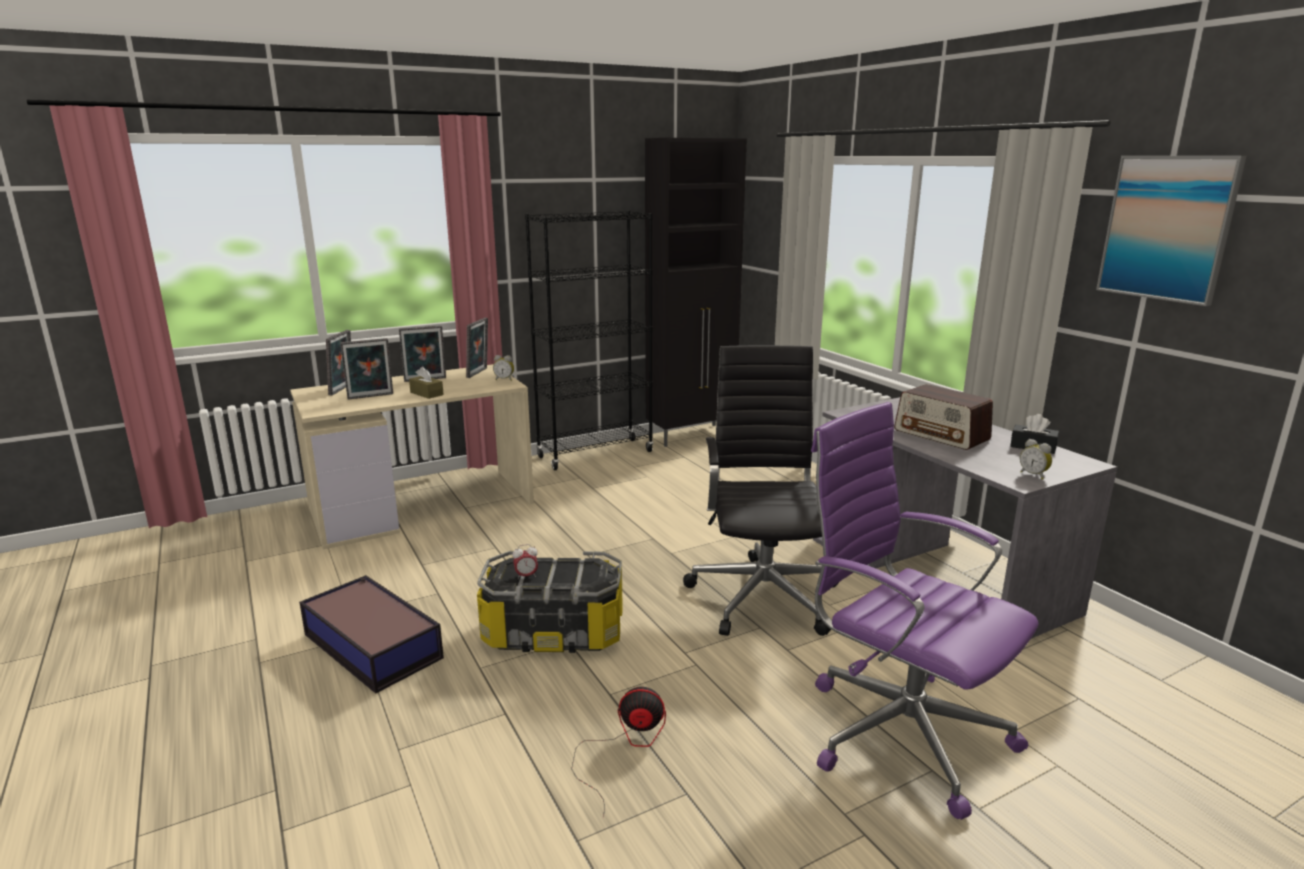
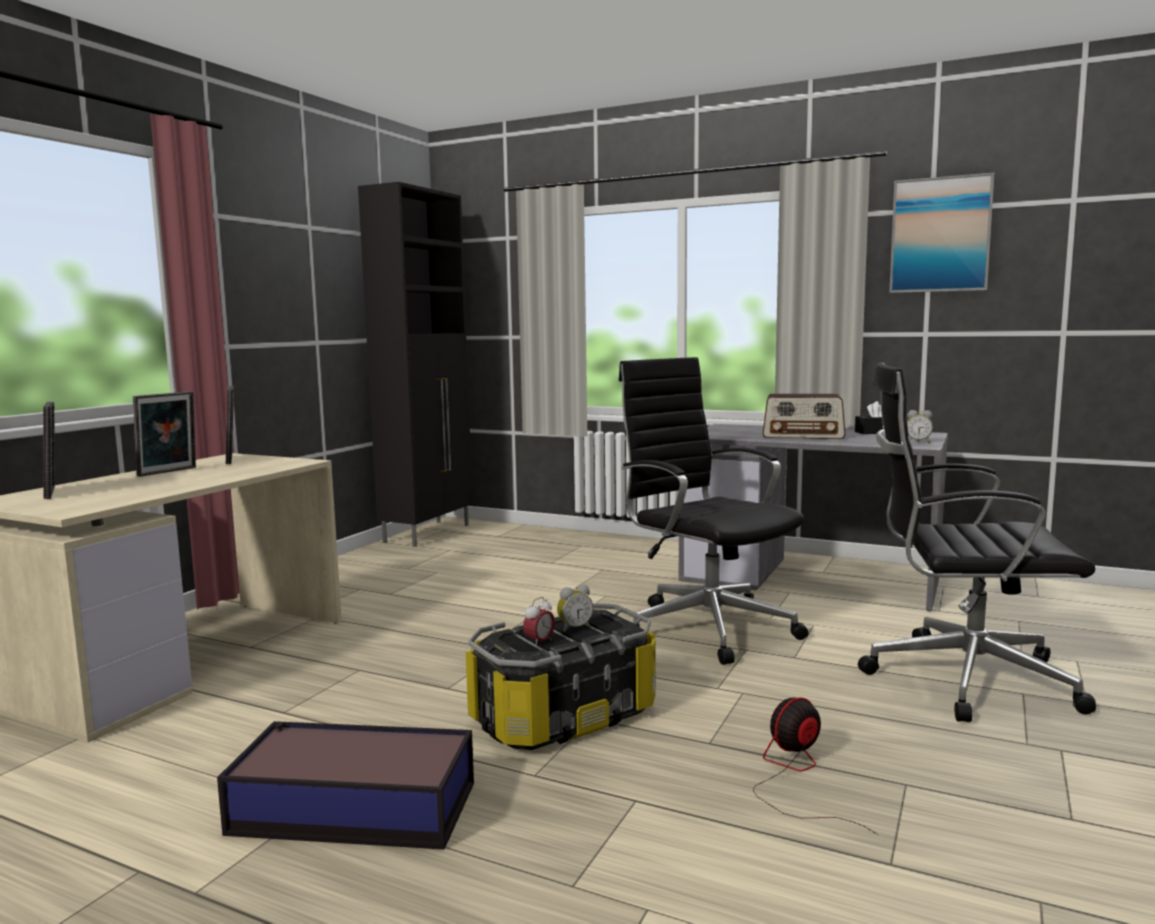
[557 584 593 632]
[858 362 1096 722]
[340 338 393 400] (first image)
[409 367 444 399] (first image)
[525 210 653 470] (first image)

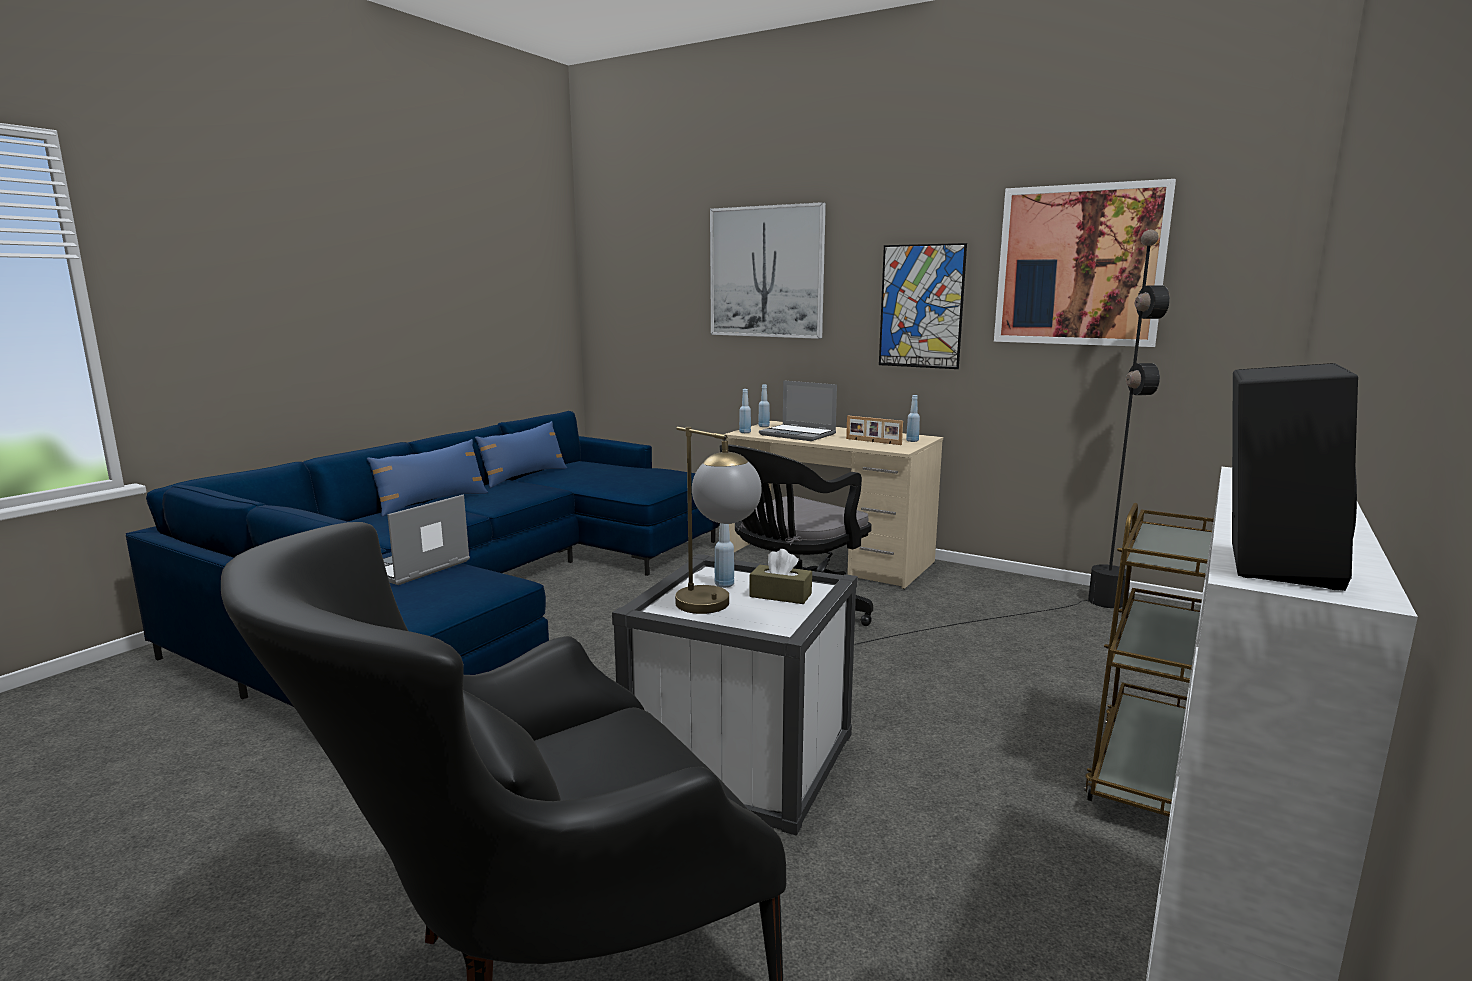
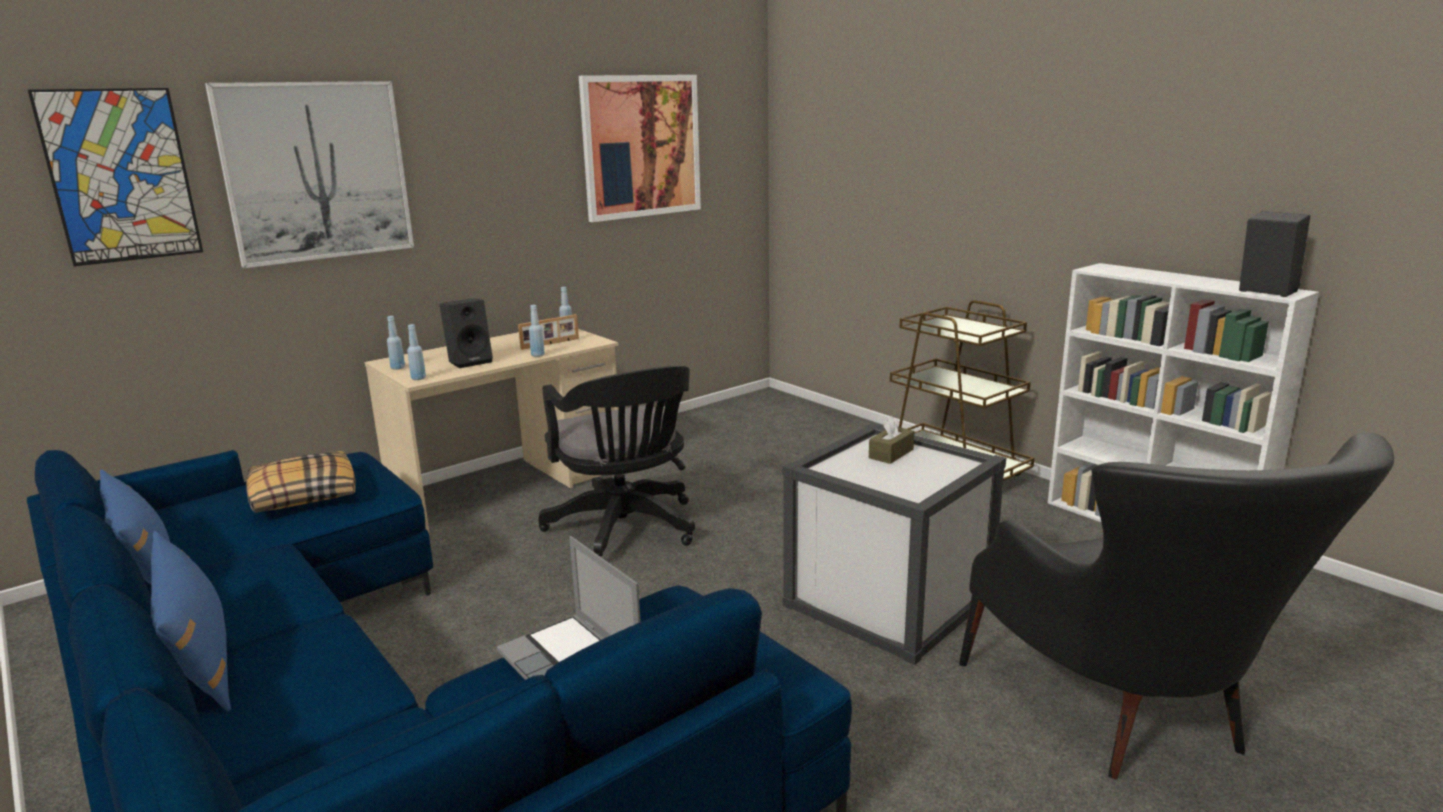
[28 88 203 266]
[246 451 356 513]
[439 299 493 368]
[529 305 545 357]
[675 427 762 614] (first image)
[854 230 1170 645] (first image)

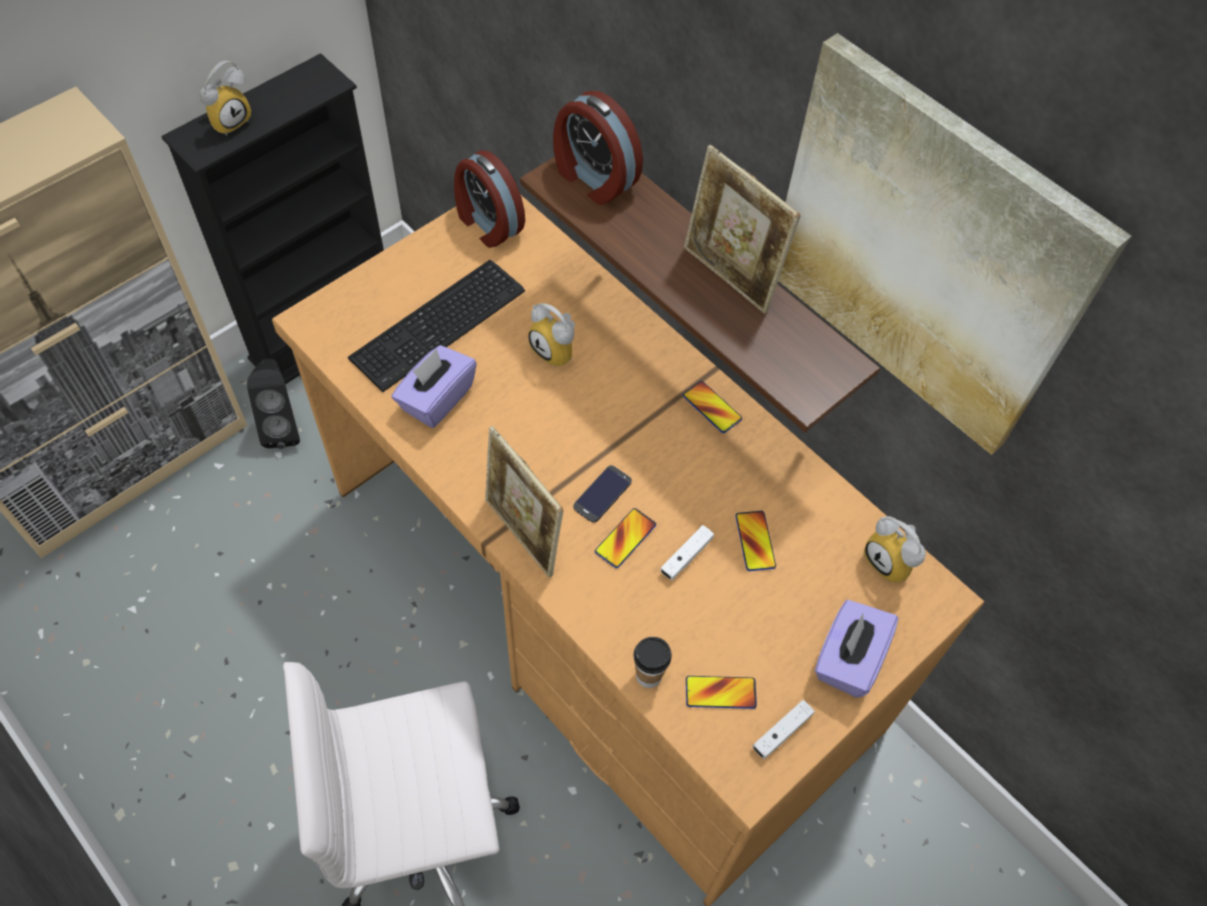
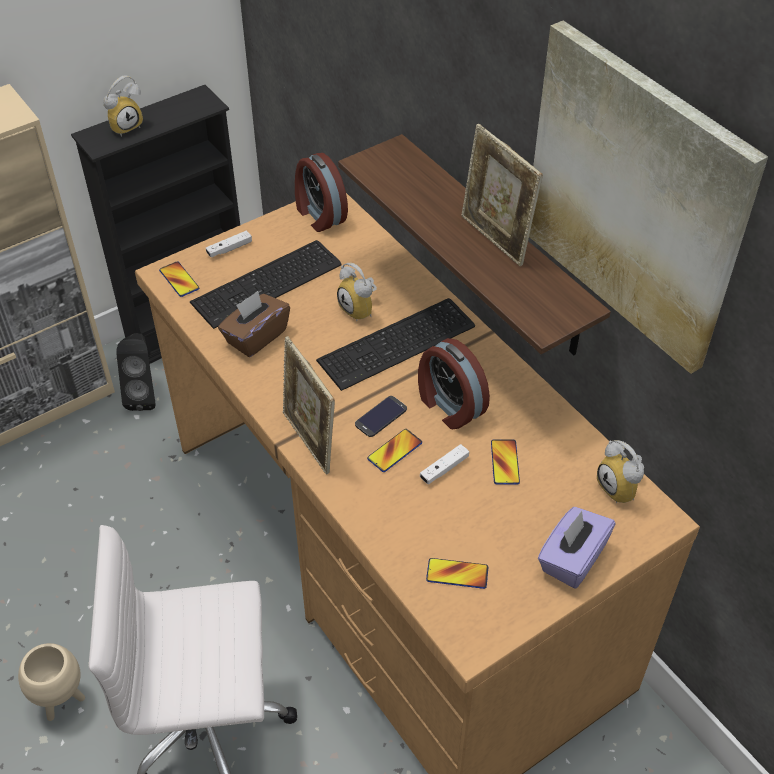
[18 643 85 721]
[159 261 199 297]
[206 231 252 257]
[218 291 290 357]
[316 298 475 391]
[418 338 490 430]
[634 637 672 688] (first image)

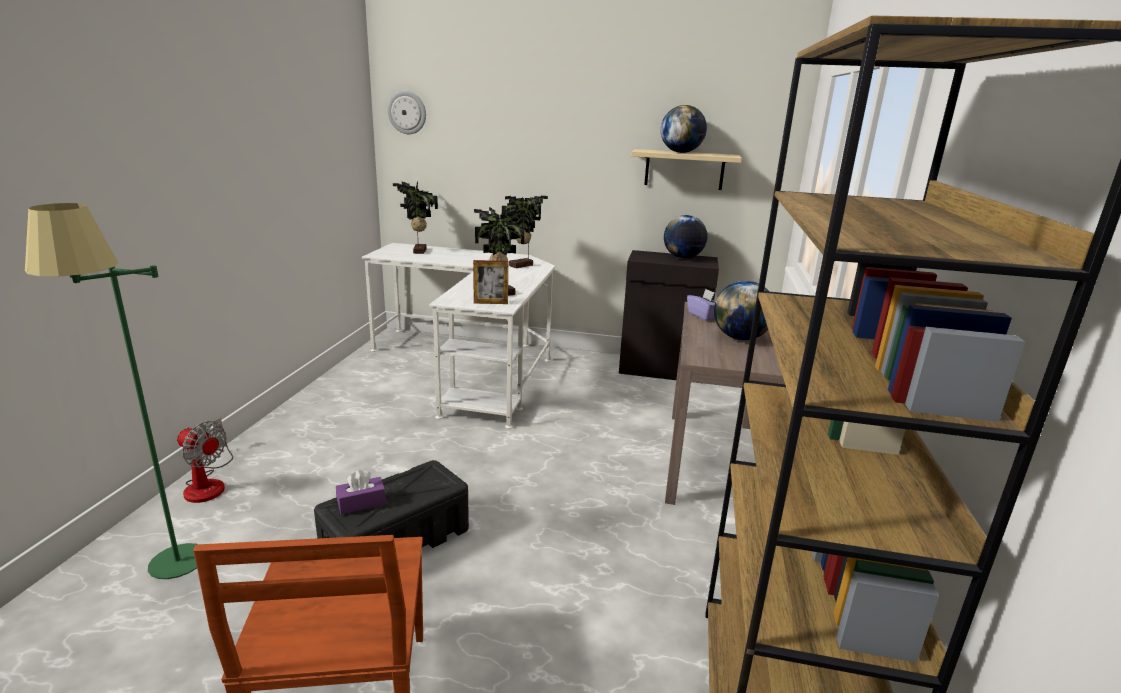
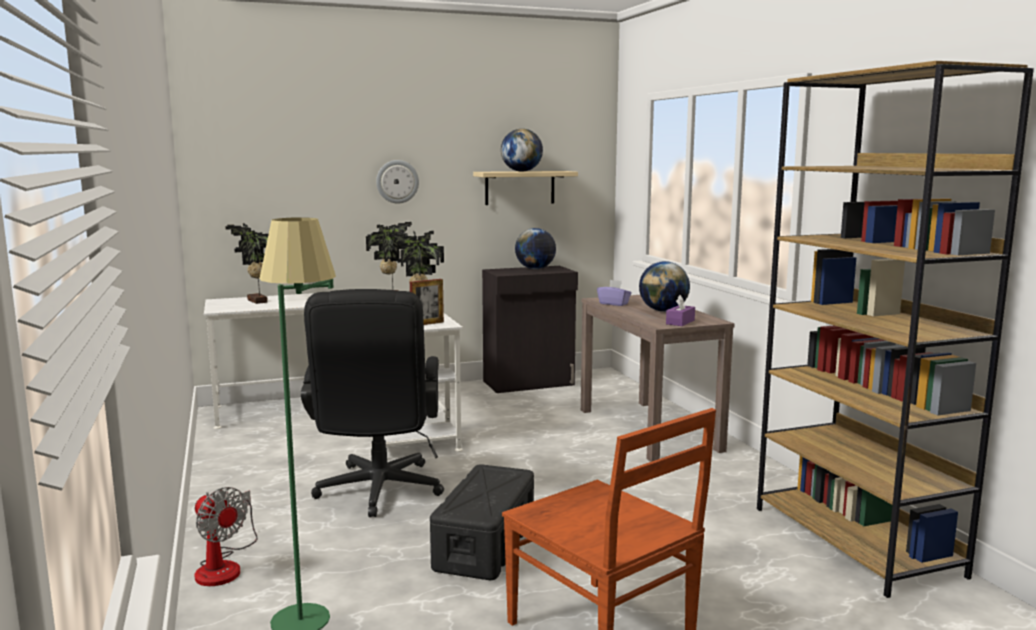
[195 487 258 586]
[301 289 444 517]
[376 160 419 204]
[666 295 695 326]

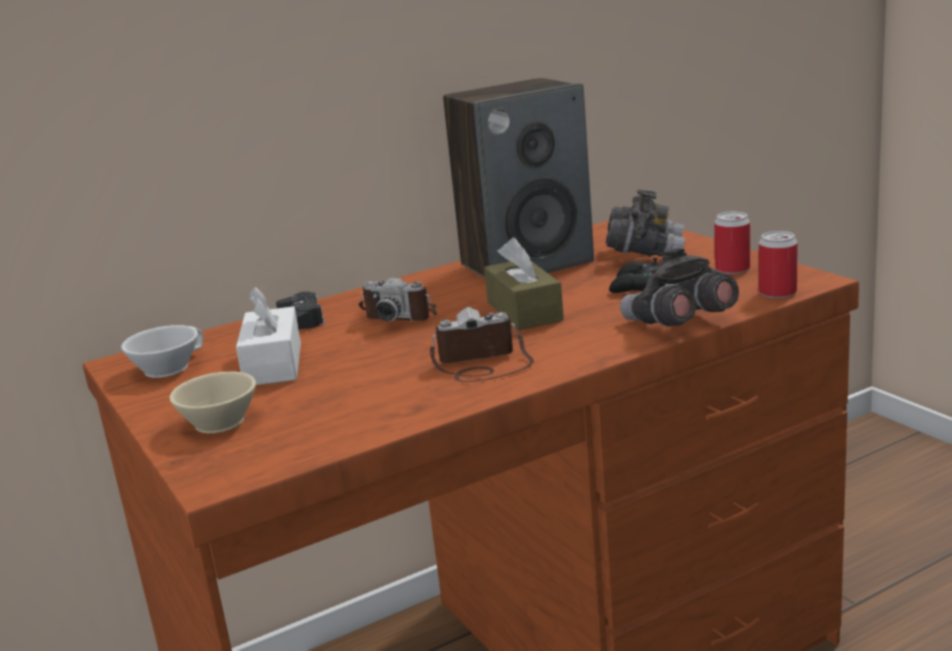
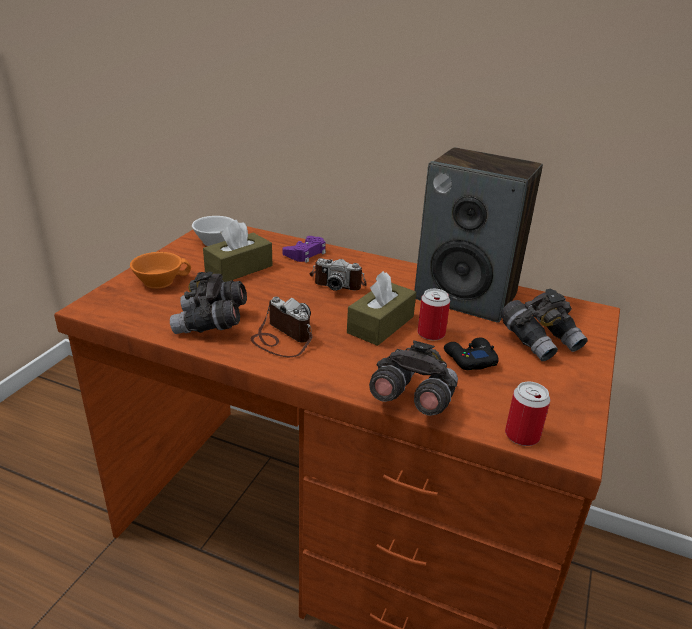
[130 252 191 289]
[170 271 247 334]
[203 220 272 282]
[282 236 326 263]
[309 258 367 291]
[418 289 450 340]

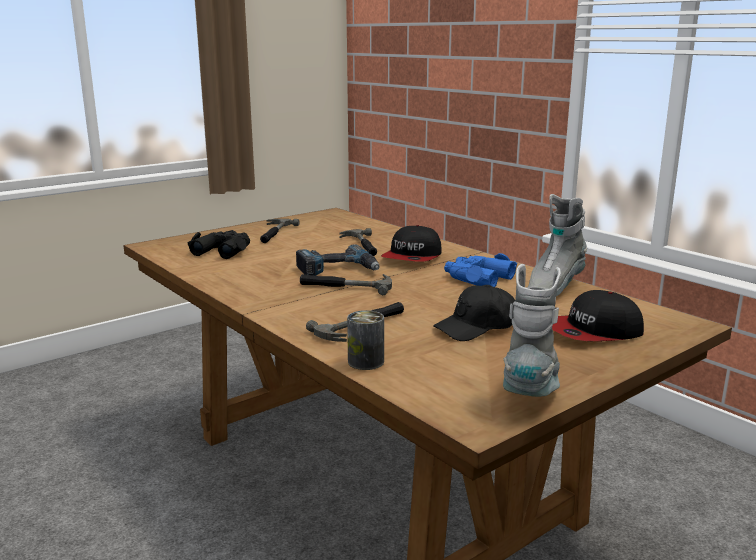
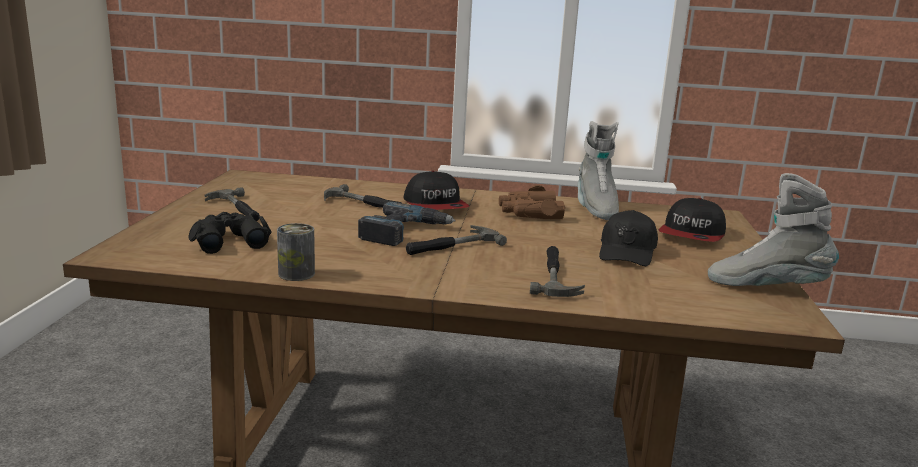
[277 223 315 281]
[499 185 565 219]
[708 173 839 286]

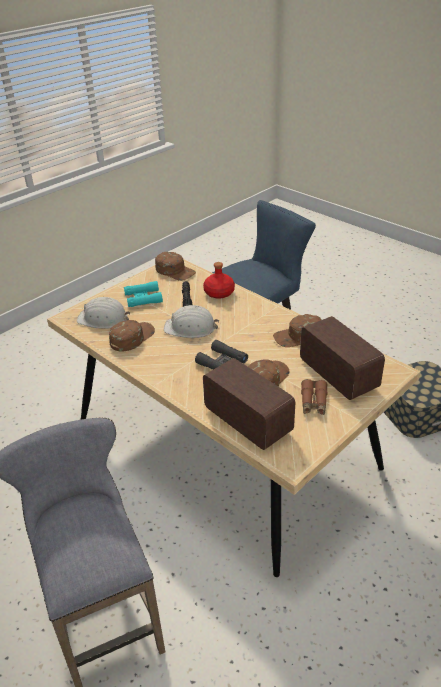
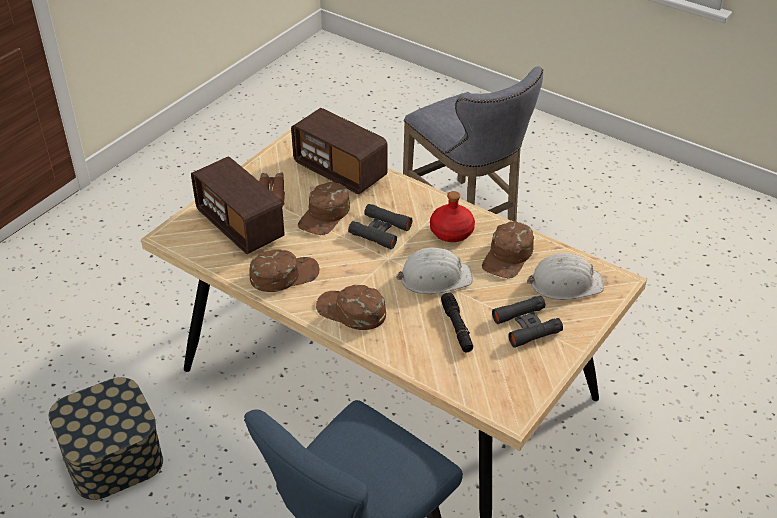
[316 285 386 330]
[430 191 475 242]
[492 296 563 348]

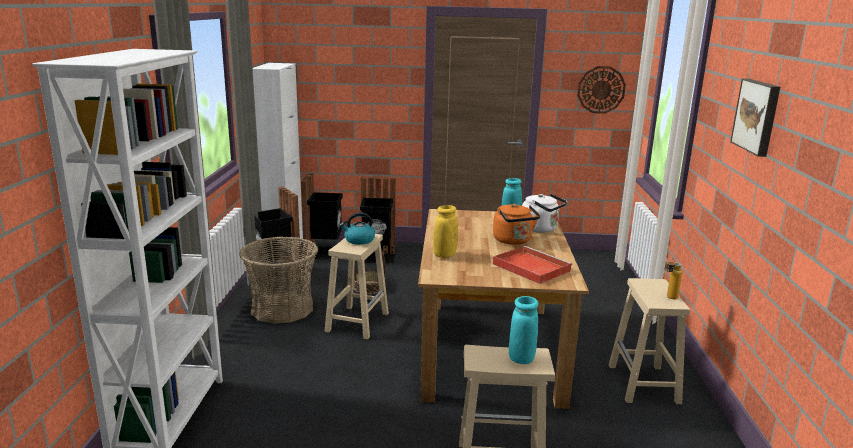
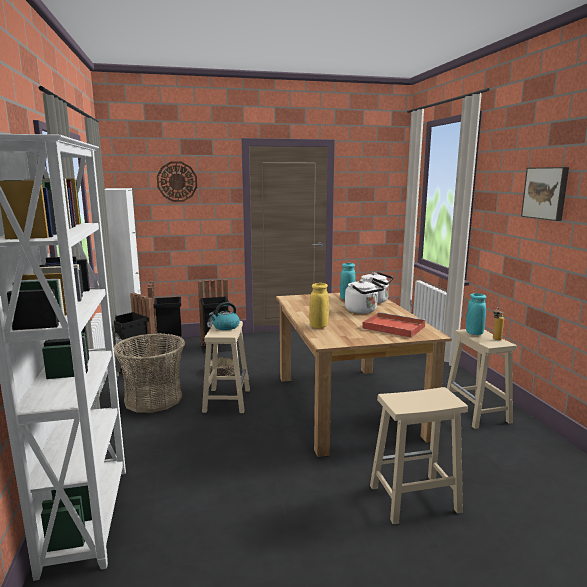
[157 162 197 202]
[345 280 385 313]
[466 293 486 335]

